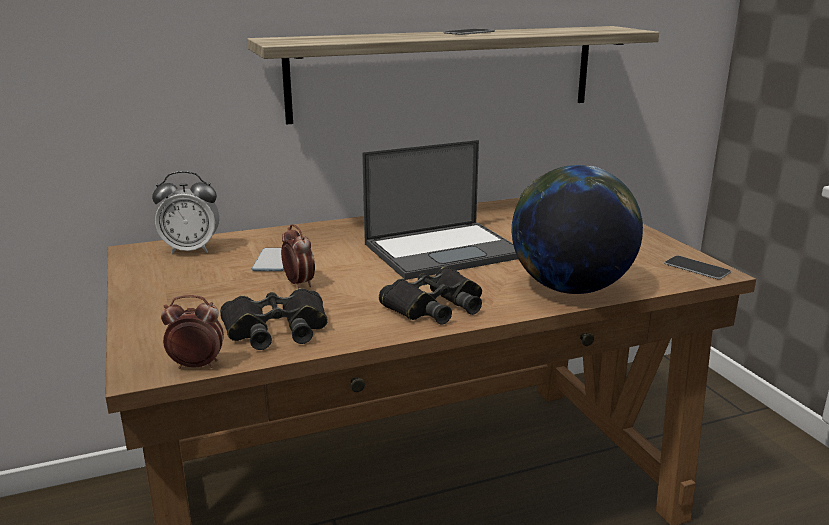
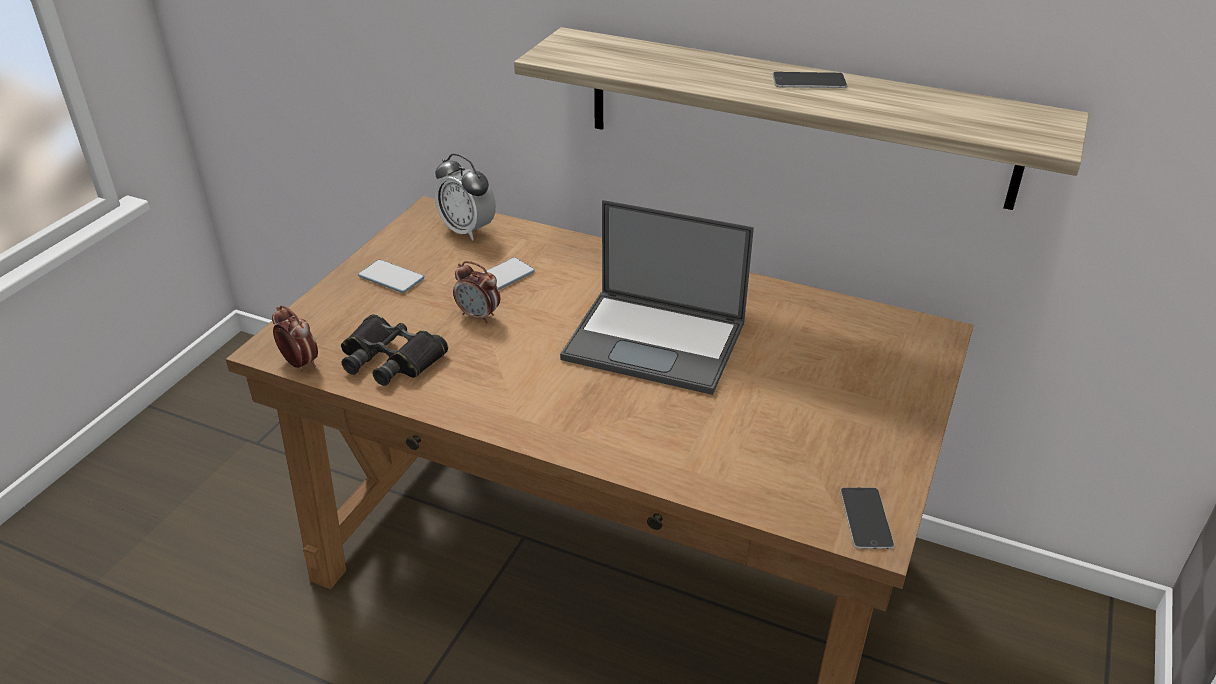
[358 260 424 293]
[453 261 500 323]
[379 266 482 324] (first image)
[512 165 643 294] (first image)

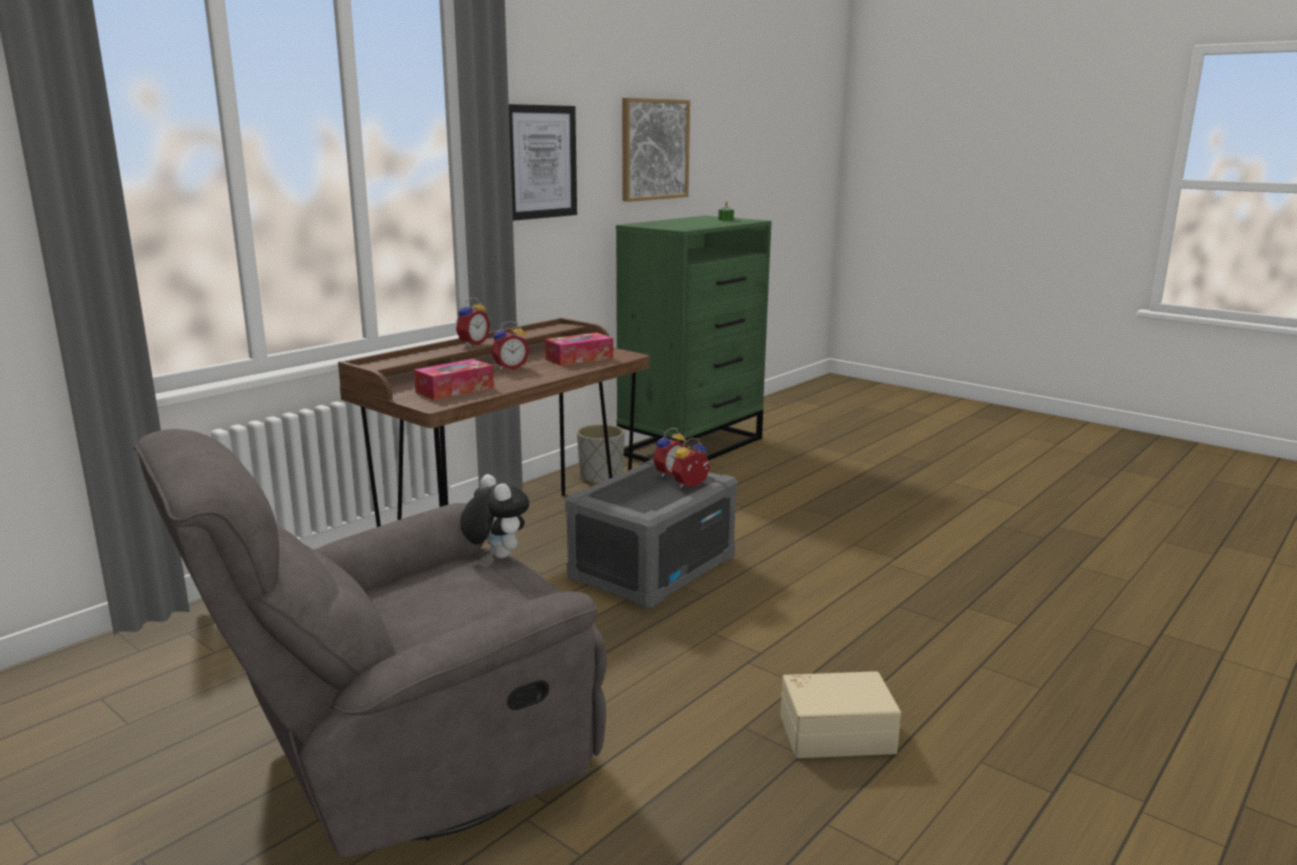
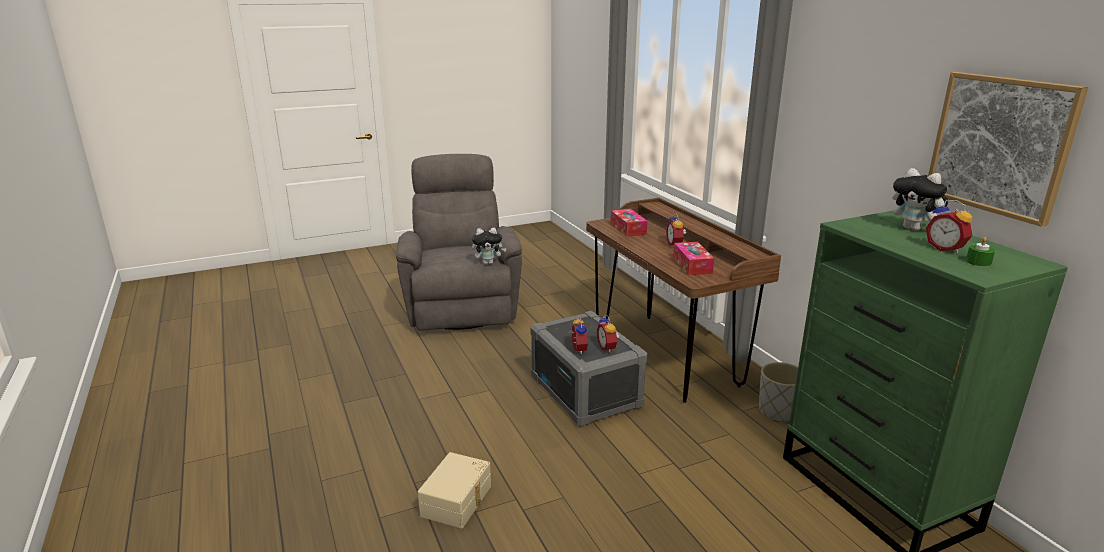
[418 452 491 528]
[893 168 950 231]
[926 200 972 254]
[509 104 577 221] (first image)

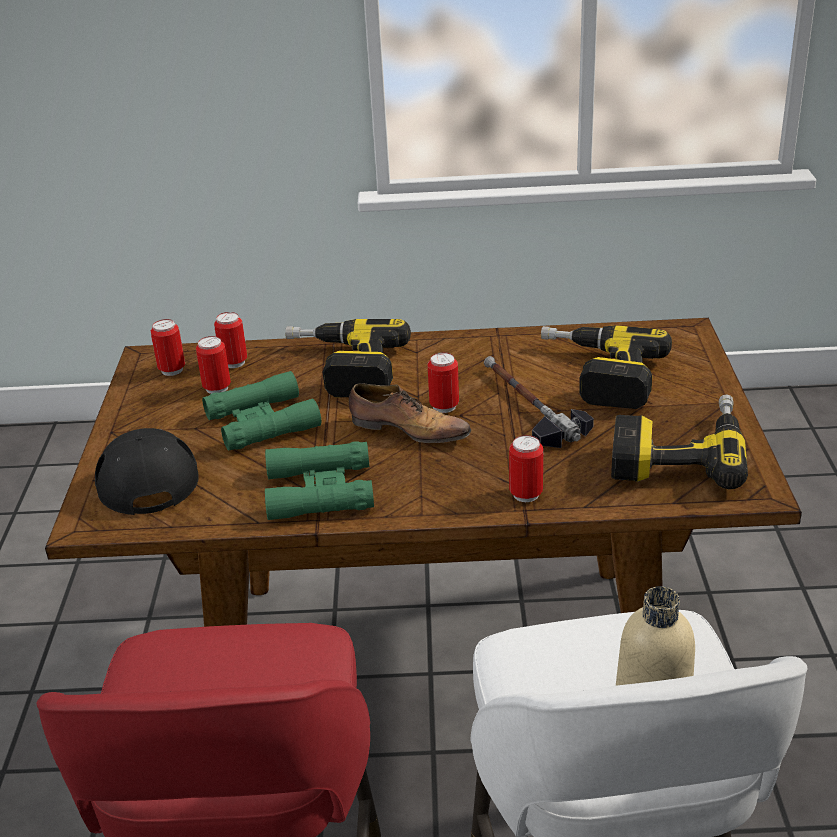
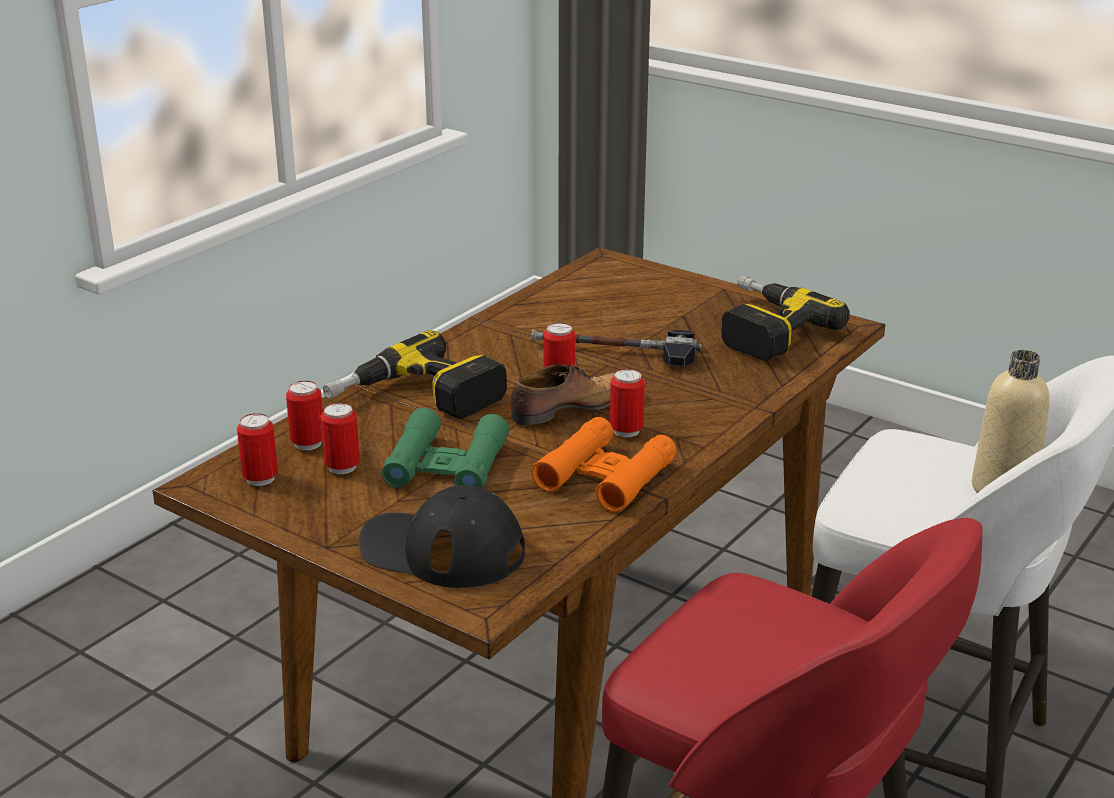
[531 417 677 512]
[610 369 645 437]
[541 325 672 409] (first image)

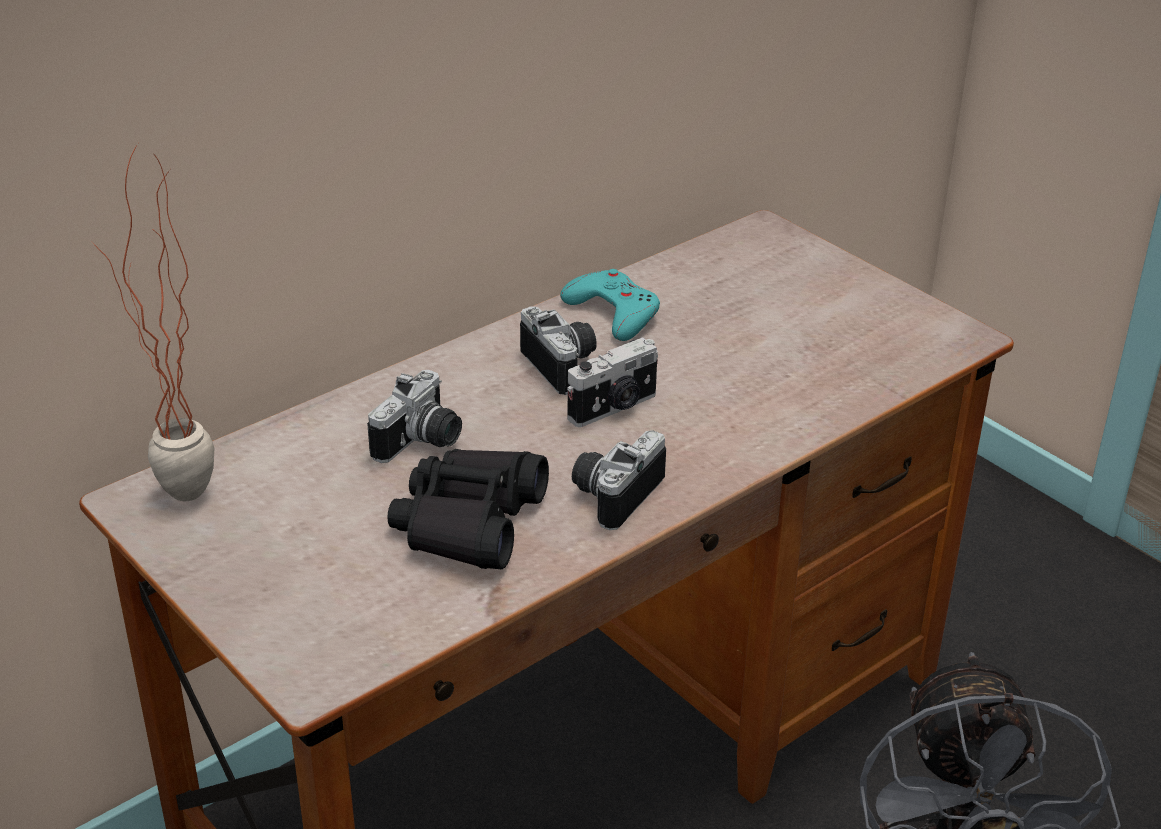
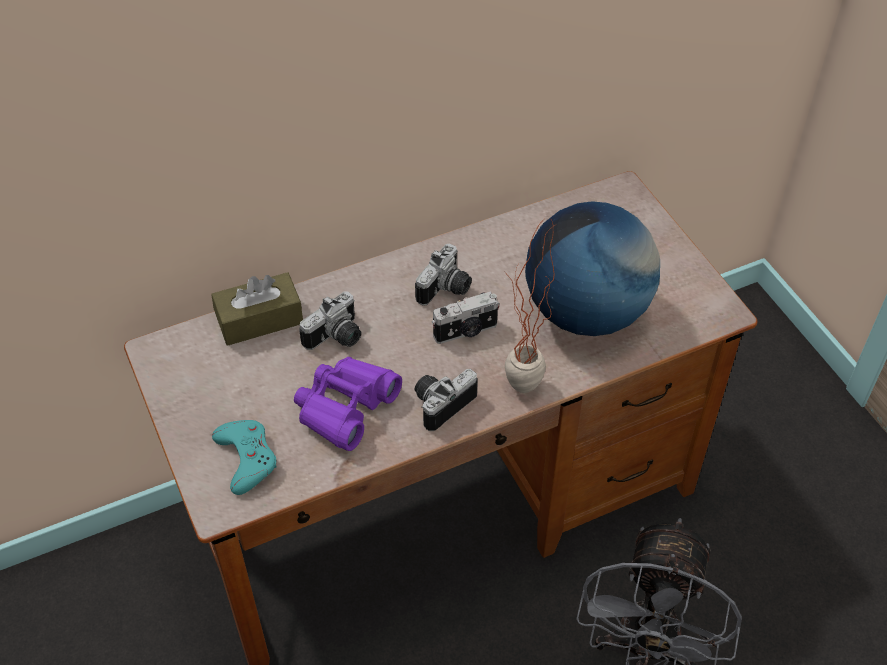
[211 272 303 346]
[212 420 277 495]
[294 357 402 451]
[415 243 472 306]
[505 218 555 393]
[525 201 660 336]

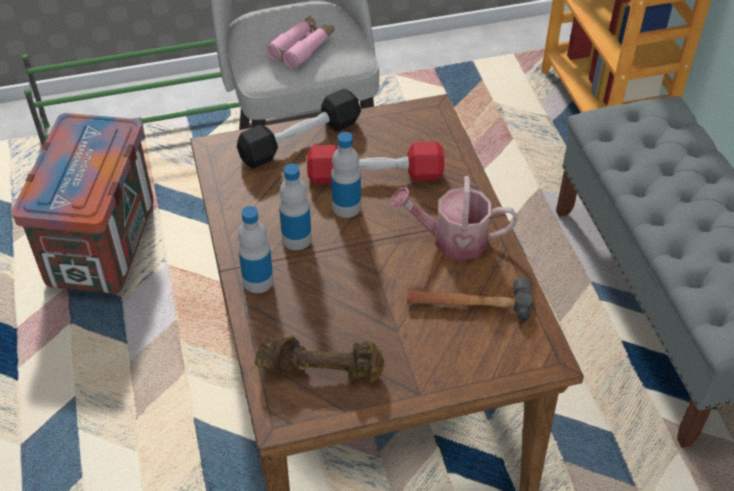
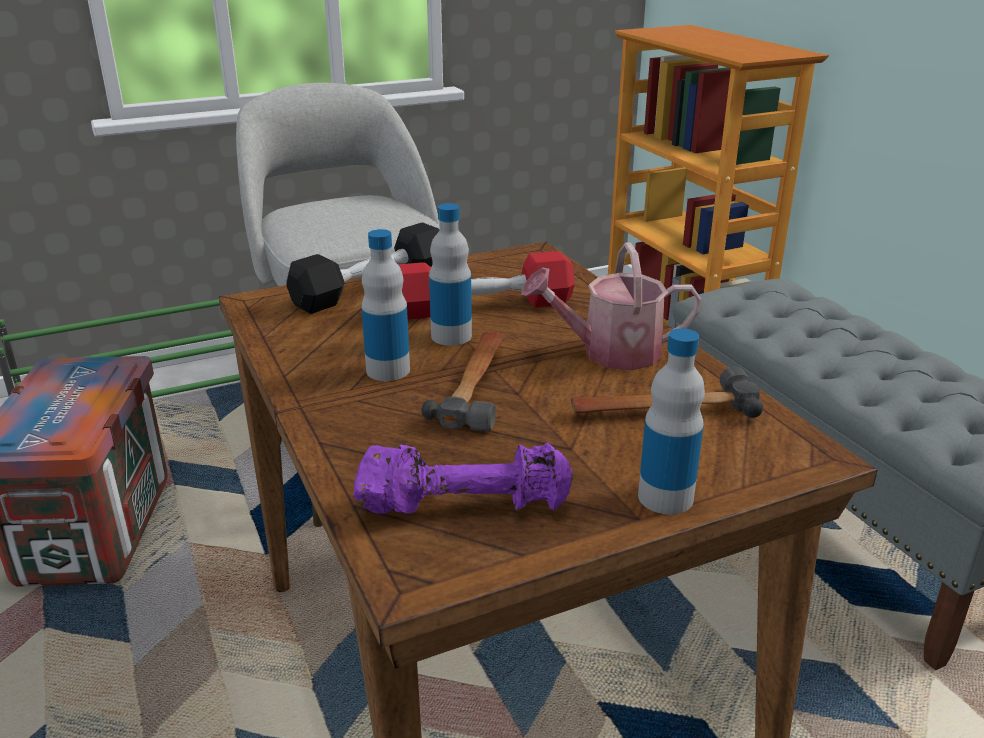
[353 442 574 514]
[421 331 505 431]
[638 328 705 514]
[266 16 335 69] (first image)

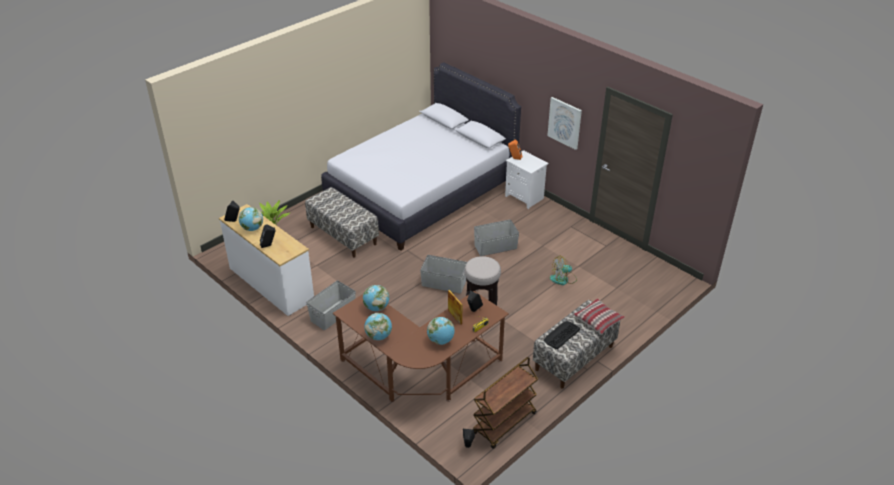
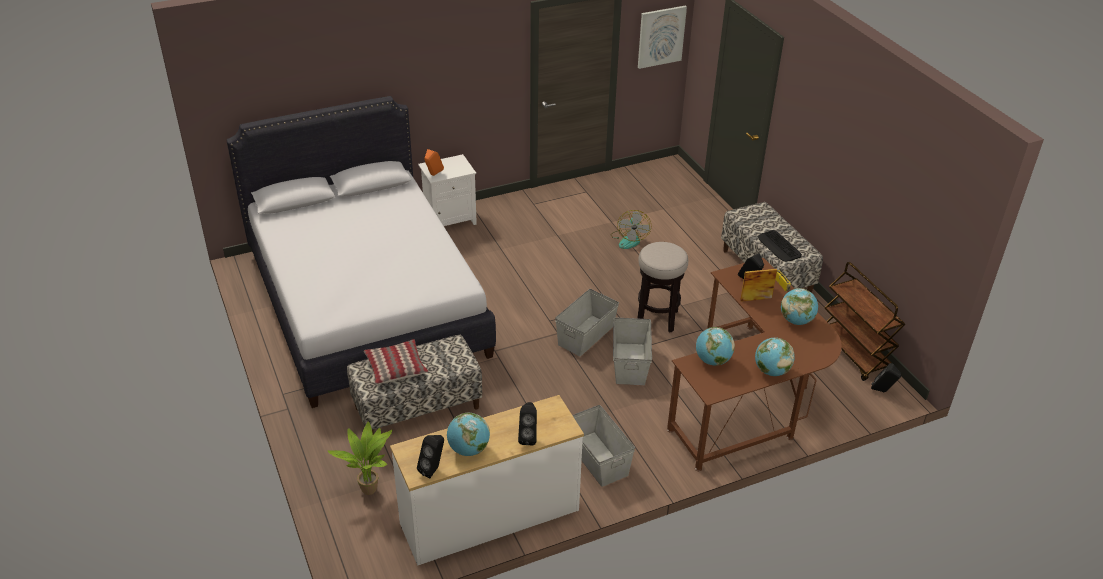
[364 339 428 384]
[613 317 652 385]
[638 6 687 69]

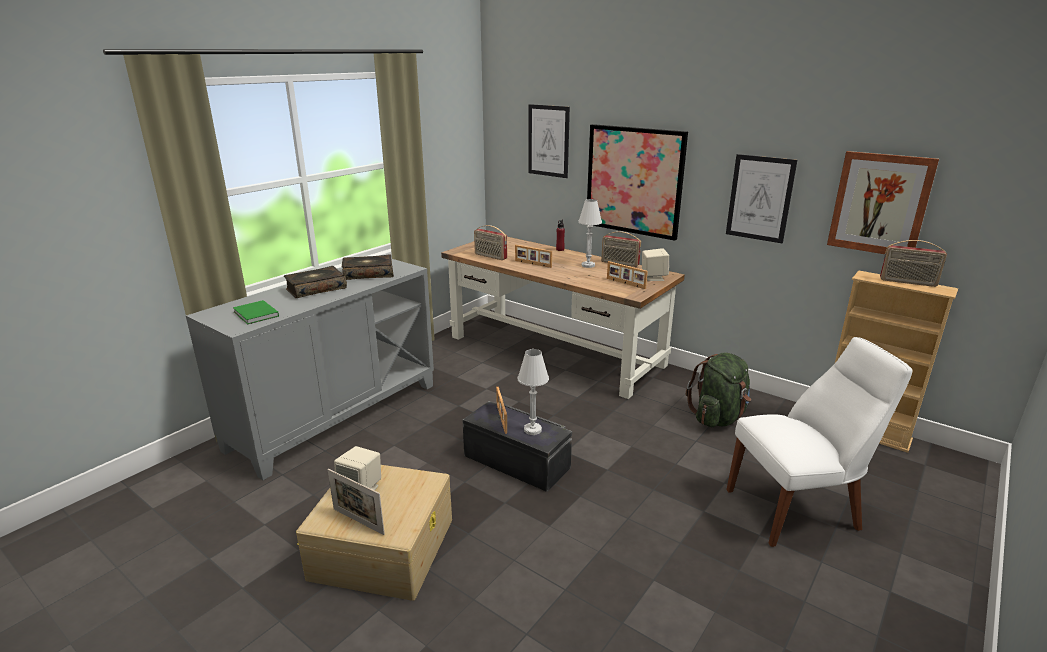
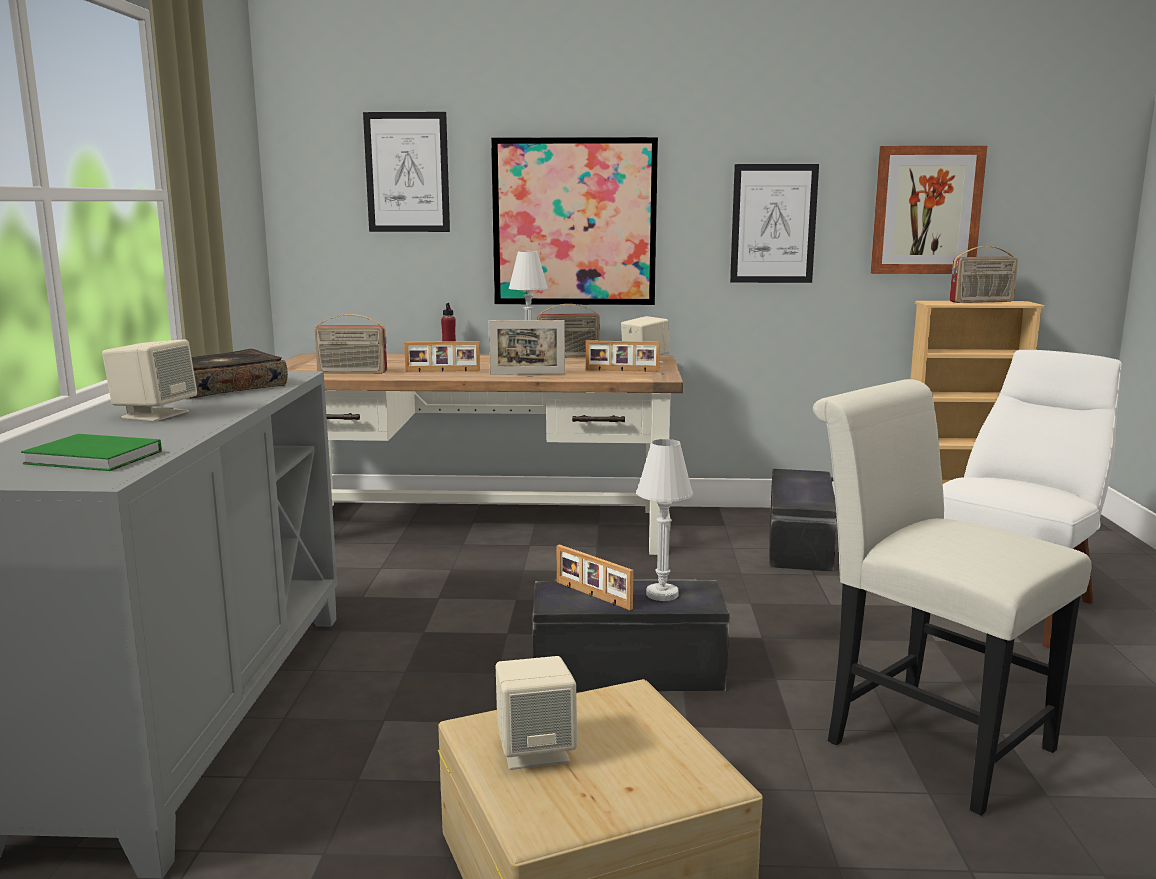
[102 340 197 422]
[489 320 565 375]
[769 469 837 572]
[813 379 1092 816]

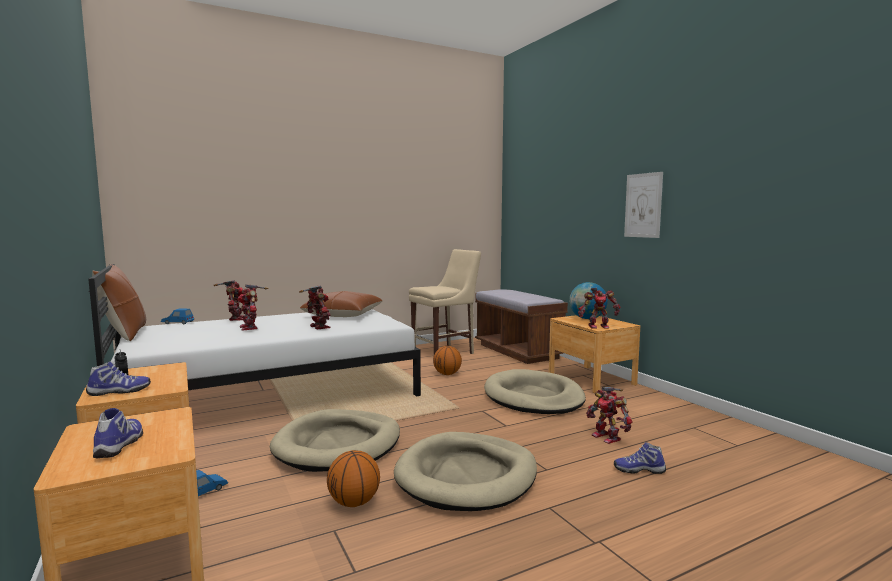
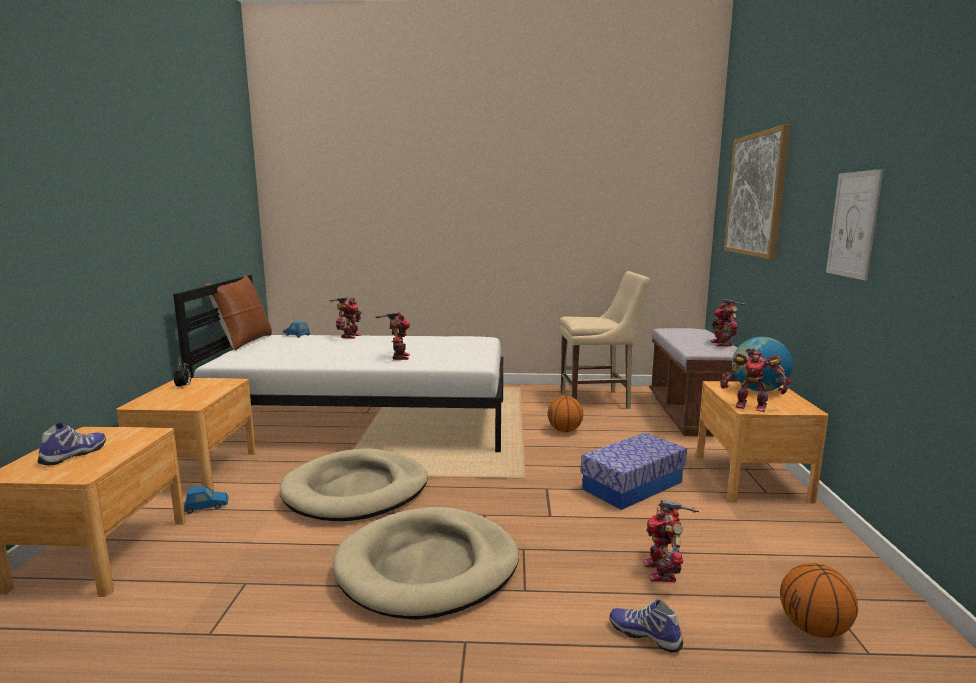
[581 433 687 510]
[711 299 746 346]
[724 124 791 259]
[780 563 858 638]
[86 361 151 396] (first image)
[300 291 383 317] (first image)

